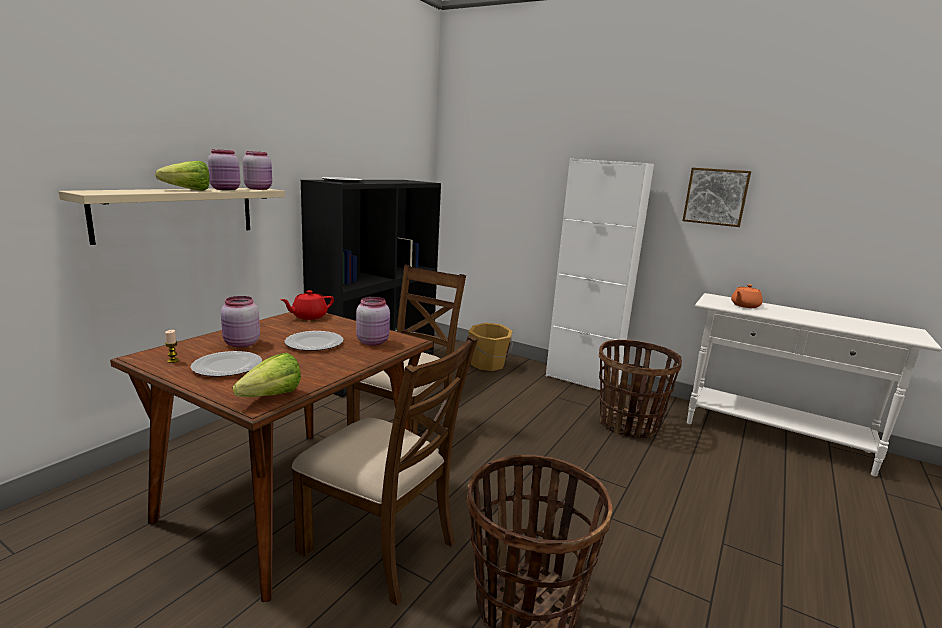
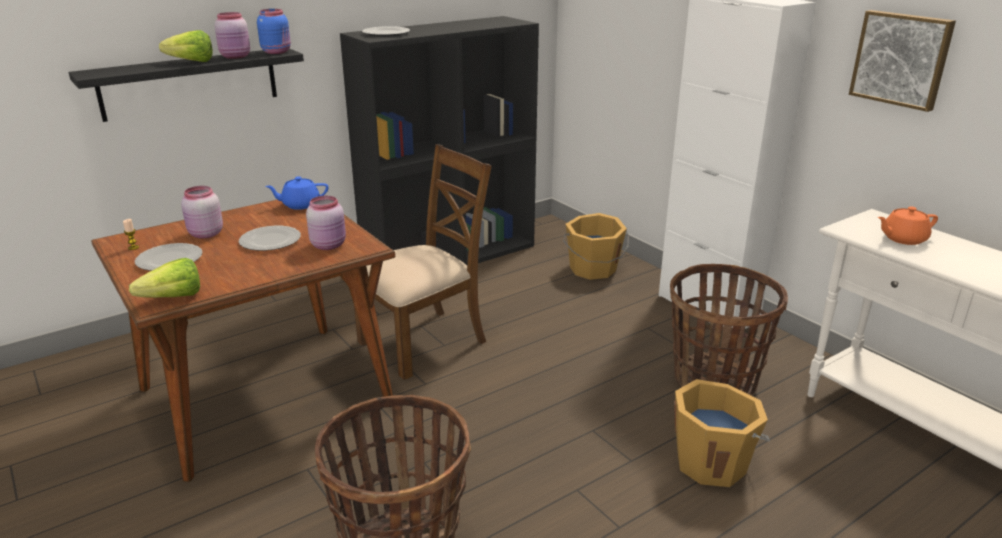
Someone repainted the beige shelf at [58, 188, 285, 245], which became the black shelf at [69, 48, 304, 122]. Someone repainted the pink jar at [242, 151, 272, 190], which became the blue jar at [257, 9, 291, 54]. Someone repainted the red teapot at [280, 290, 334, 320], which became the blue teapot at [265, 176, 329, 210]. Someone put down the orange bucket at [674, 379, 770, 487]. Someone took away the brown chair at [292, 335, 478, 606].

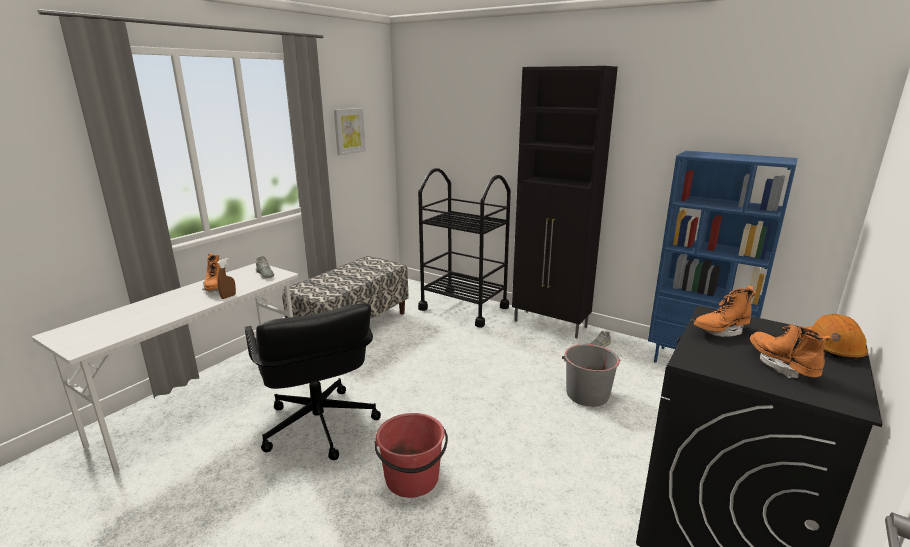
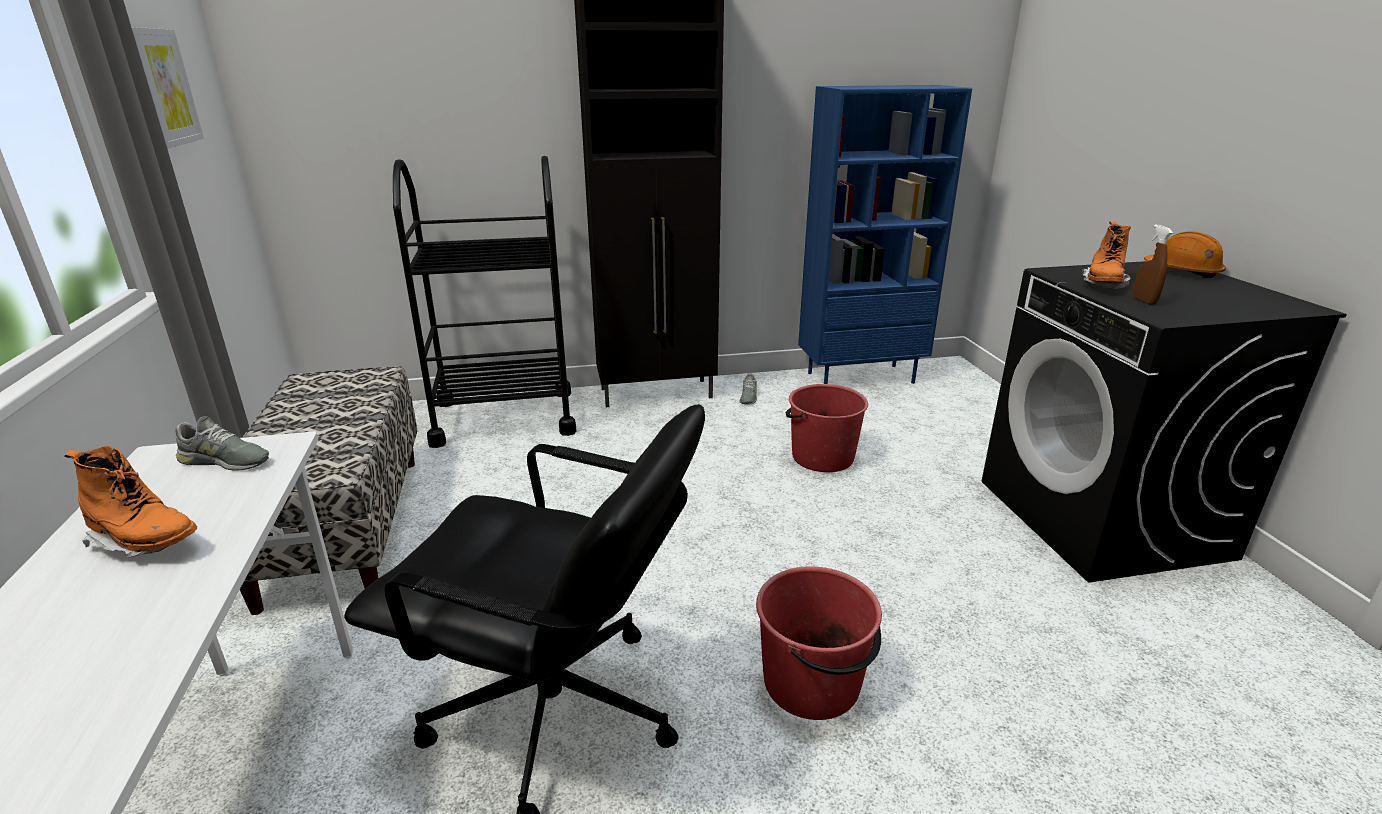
Someone repainted the grey bucket at [562, 344, 620, 407], which became the red bucket at [786, 384, 868, 472]. Someone carried the brown spray bottle from [217, 258, 236, 299] to [1132, 224, 1173, 305]. Someone took away the orange boot at [750, 324, 831, 378].

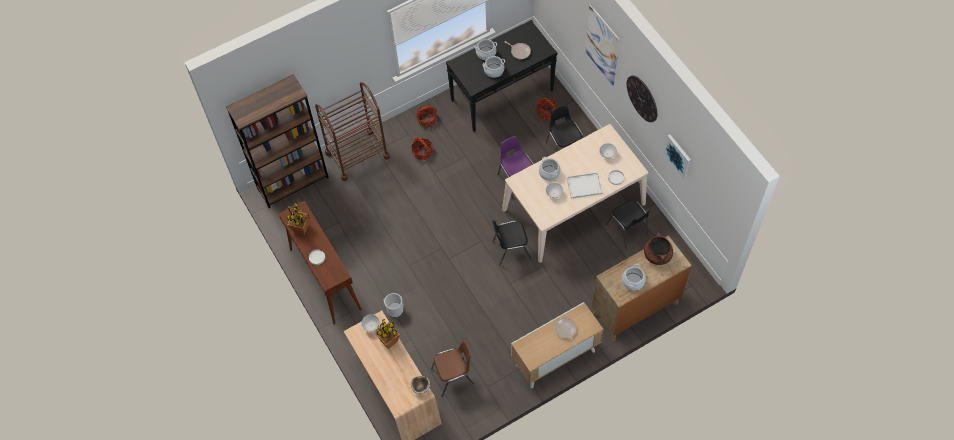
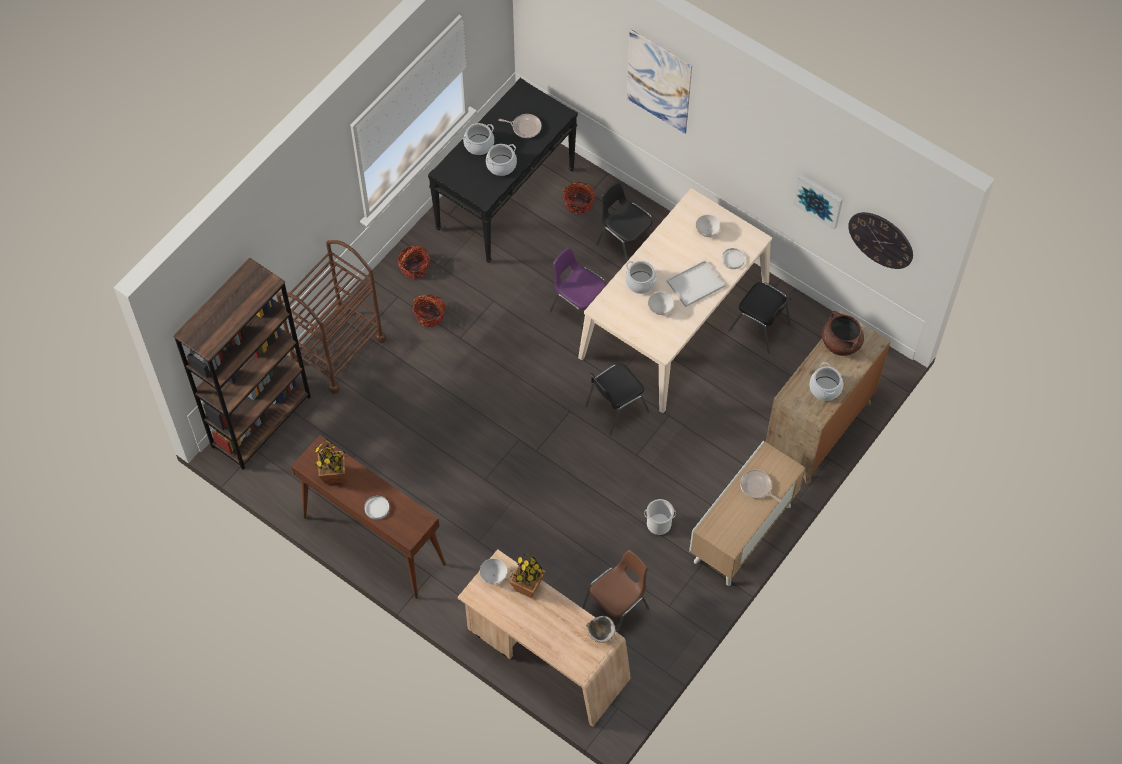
Someone carried the bucket from [384, 293, 404, 317] to [644, 499, 676, 535]. Someone carried the wall clock from [627, 76, 657, 122] to [848, 212, 913, 269].

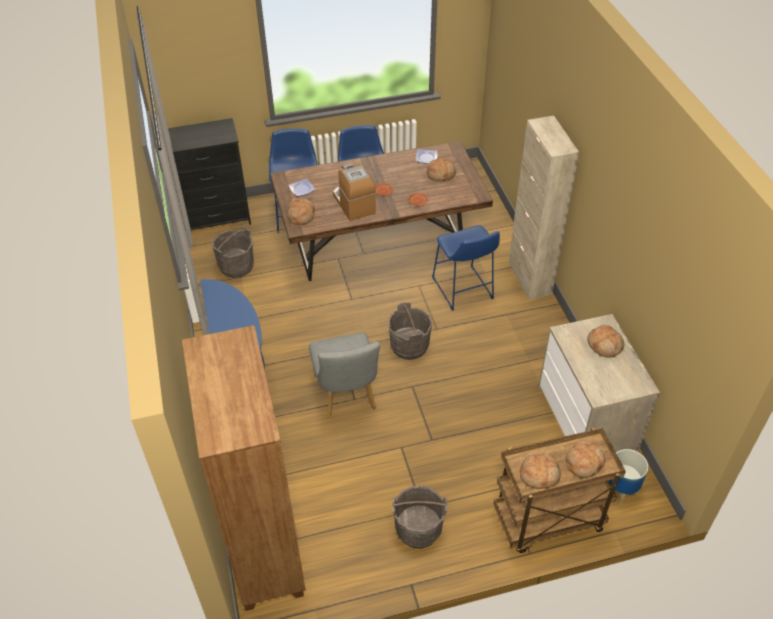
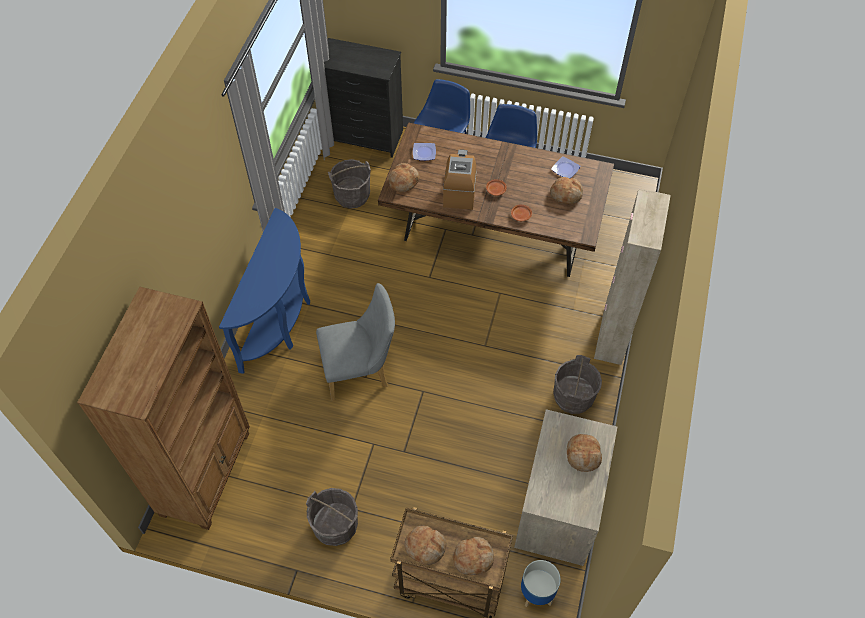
Someone rotated the grey chair at [309, 332, 380, 418] by 120 degrees counterclockwise. Someone carried the grey bucket from [388, 302, 432, 360] to [553, 355, 602, 414]. Someone took away the blue stool at [432, 226, 500, 311].

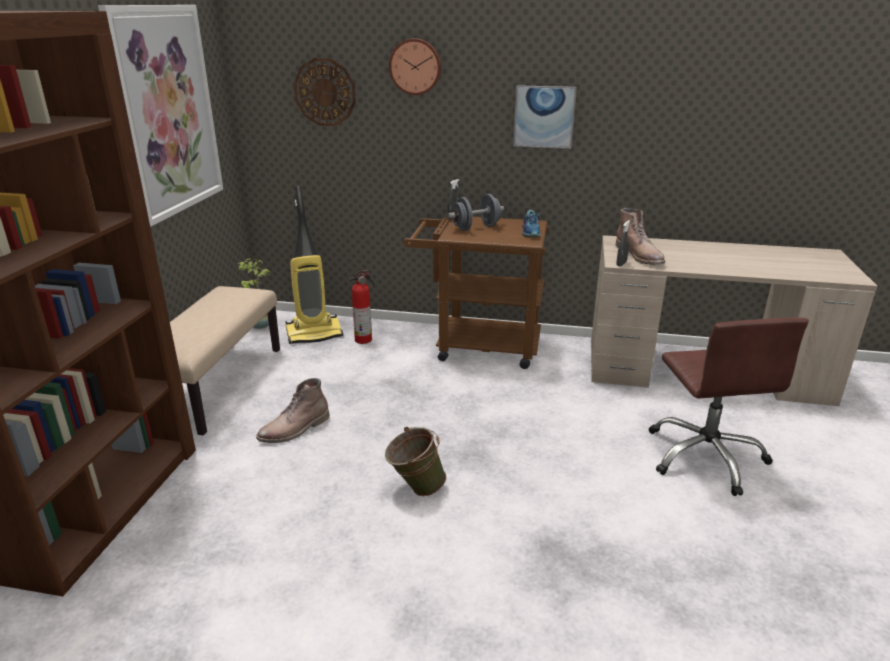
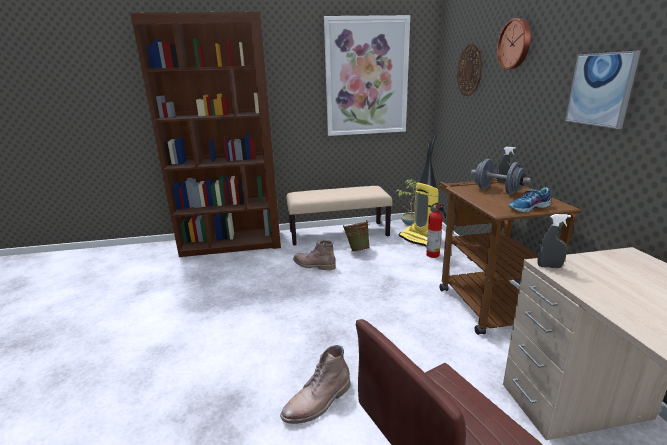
Someone carried the brown boot from [616, 208, 665, 265] to [280, 345, 351, 424]. Someone carried the green bucket from [385, 427, 446, 496] to [343, 220, 370, 252].

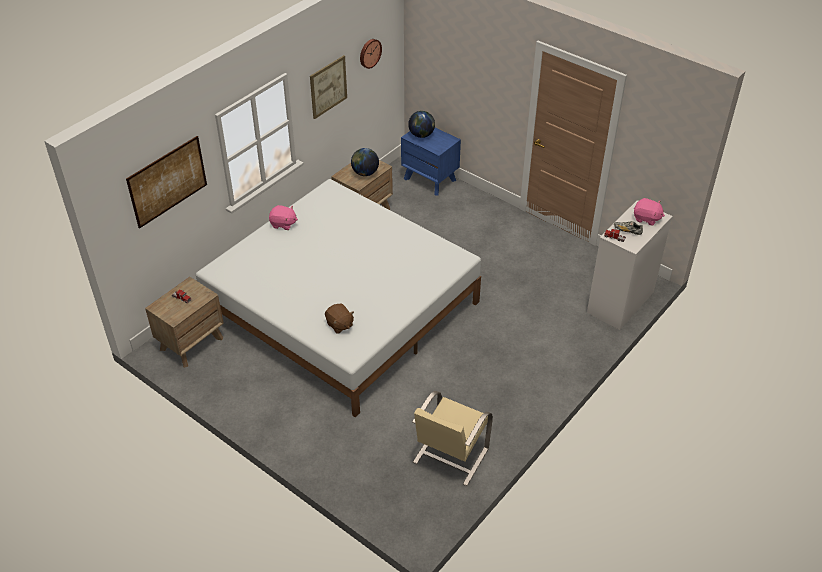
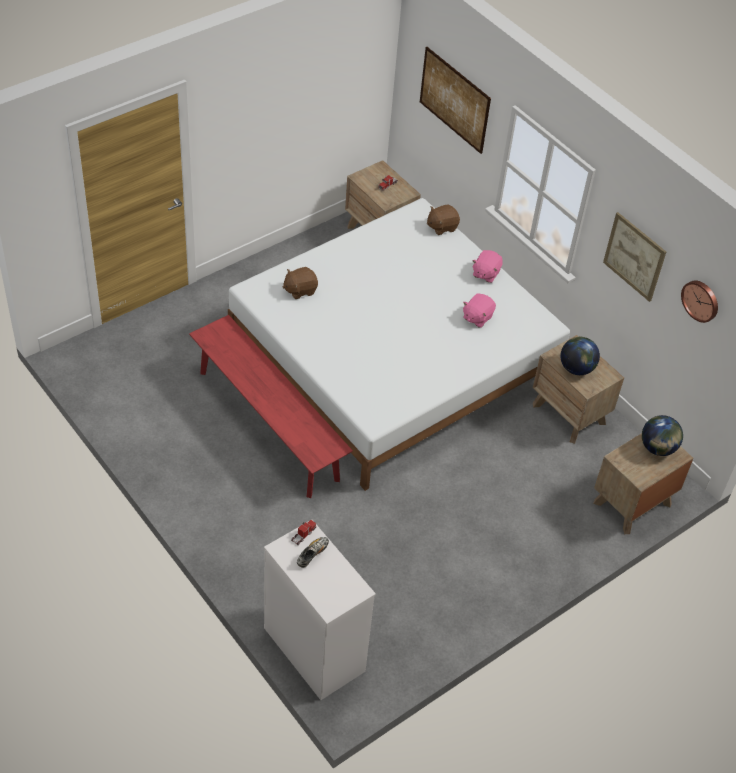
Someone put down the red bench at [189, 315, 353, 498]. Someone put down the brown plush toy at [427, 205, 460, 235]. Someone carried the pink plush toy from [634, 198, 665, 226] to [463, 293, 496, 328]. Someone repainted the blue nightstand at [401, 128, 461, 196], which became the brown nightstand at [593, 433, 694, 534]. Someone took away the beige chair at [412, 391, 493, 486].

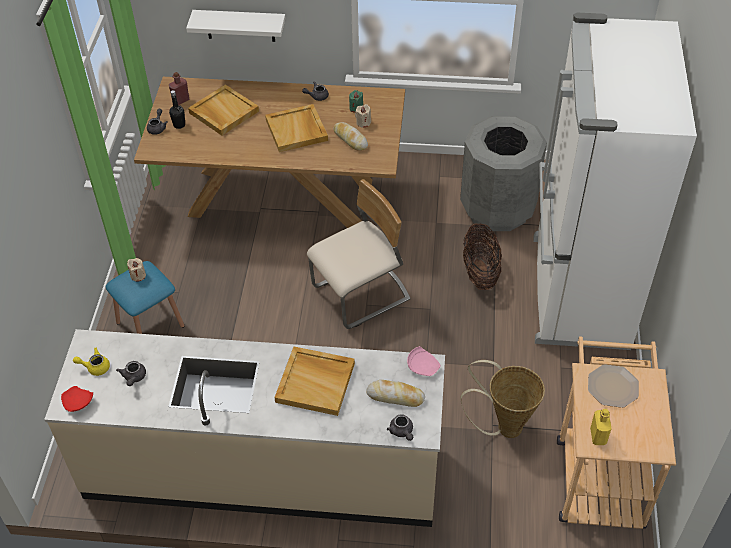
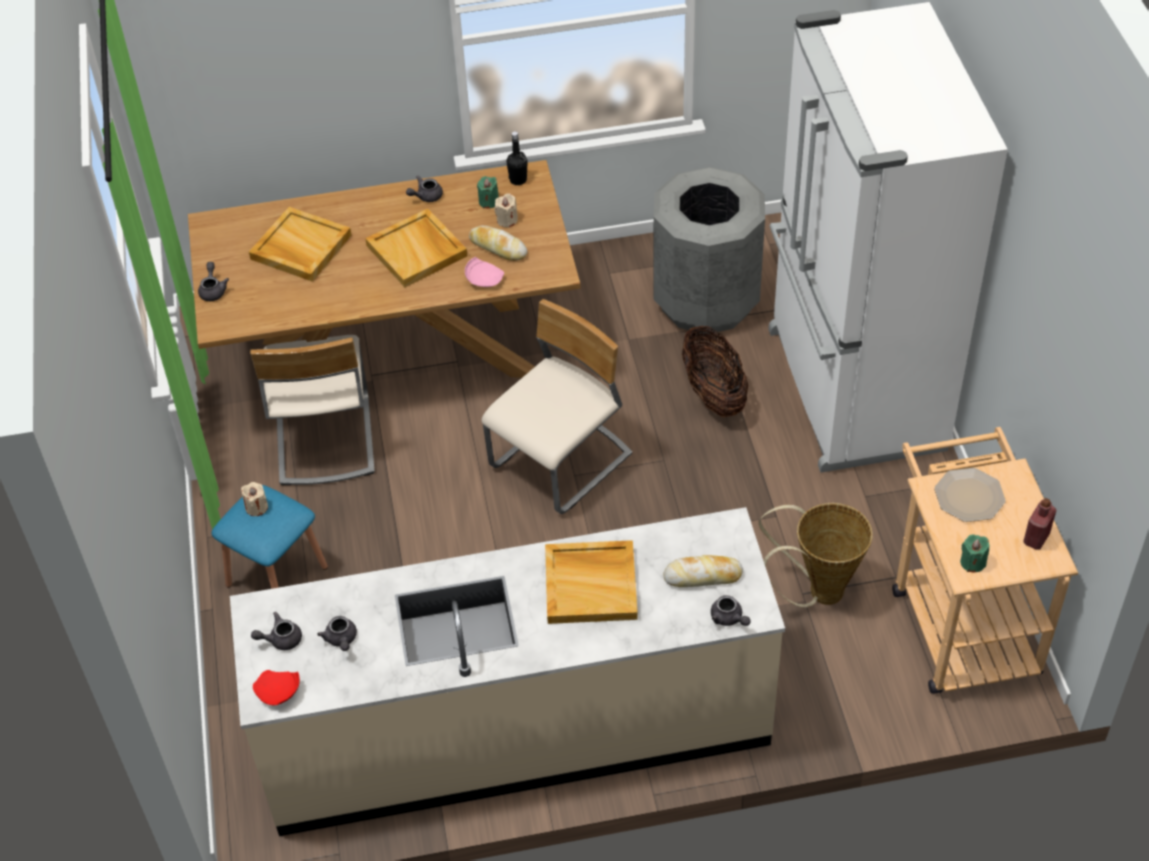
Someone put down the beige chair at [250, 335, 375, 485]. Someone repainted the yellow teapot at [73, 348, 110, 376], which became the grey teapot at [251, 612, 302, 650]. Someone carried the pink plate from [407, 346, 440, 376] to [465, 257, 504, 287]. Someone carried the black bottle from [169, 90, 185, 129] to [506, 131, 528, 185]. Someone swapped the yellow bottle at [590, 409, 612, 445] for the green candle at [960, 535, 989, 572]. Someone carried the red bottle from [169, 72, 189, 105] to [1023, 498, 1056, 550]. Someone took away the white shelf at [186, 10, 286, 42].

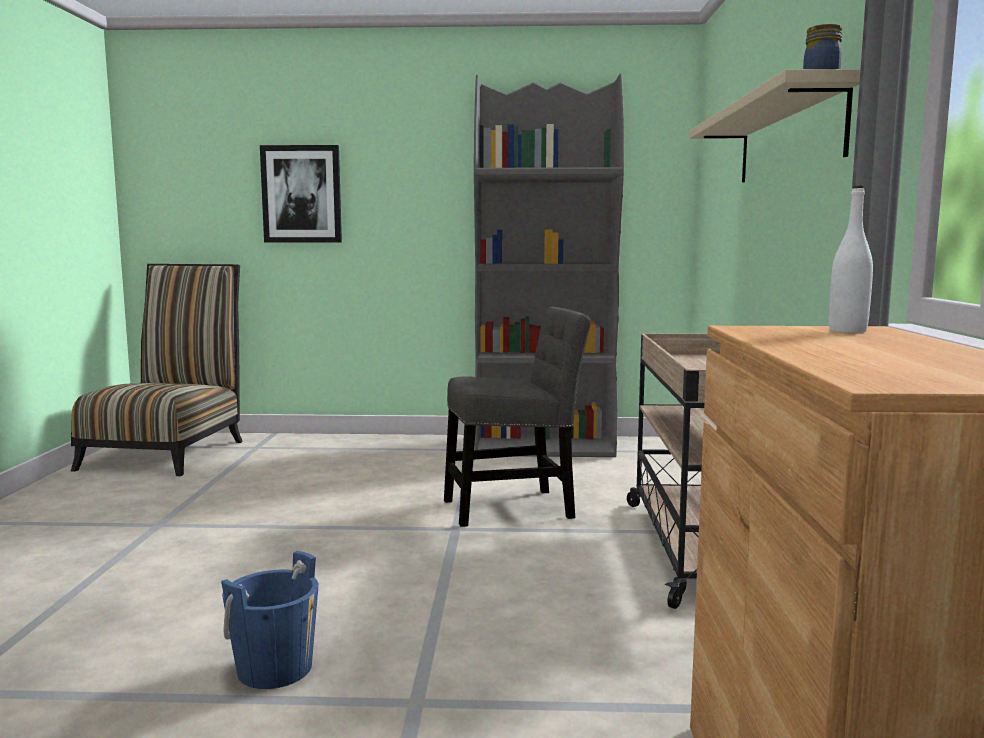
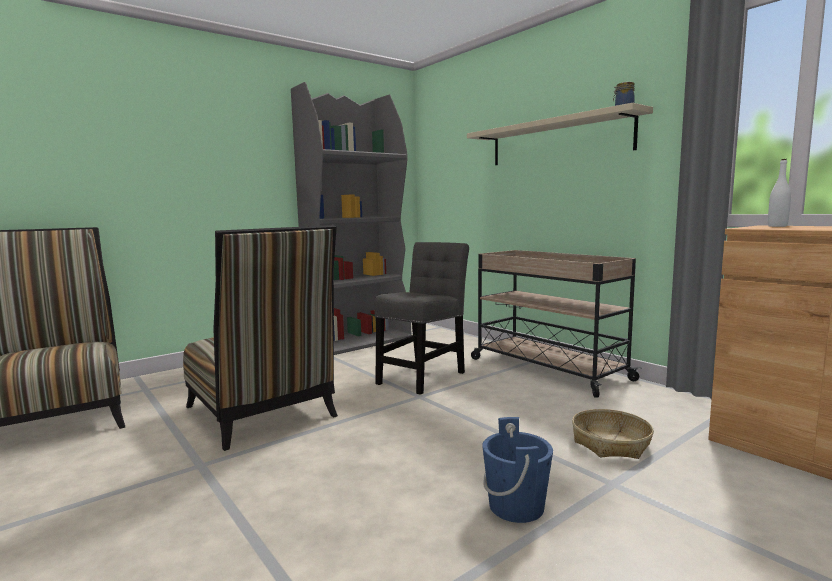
Someone put down the chair at [183, 225, 338, 451]. Someone put down the basket at [572, 409, 654, 459]. Someone took away the picture at [260, 145, 342, 243].

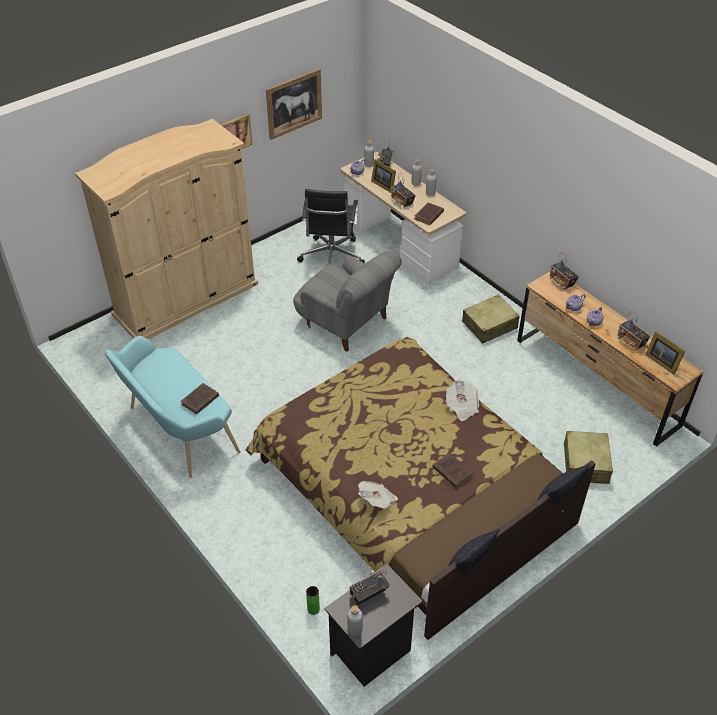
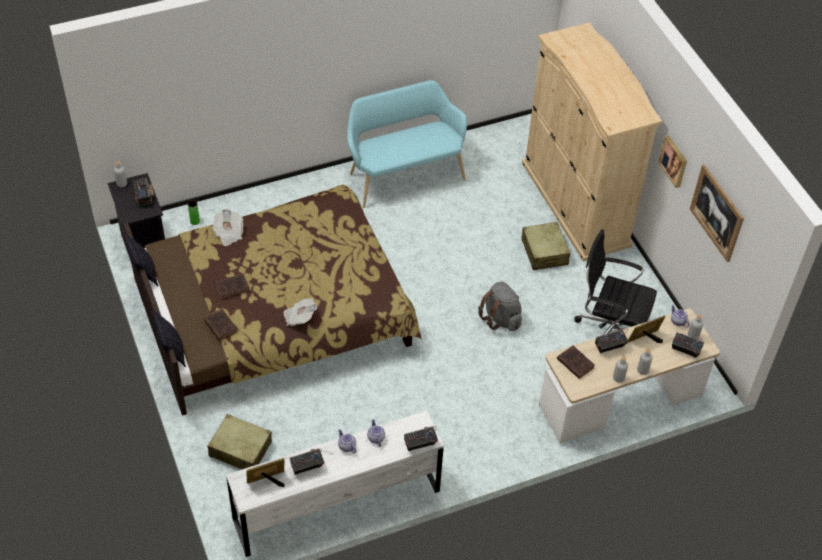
Someone carried the brown book from [181, 383, 219, 415] to [204, 309, 238, 341]. Someone repainted the brown dresser at [517, 272, 704, 447], which became the white dresser at [226, 410, 444, 557]. Someone swapped the grey armchair at [293, 251, 402, 352] for the grey backpack at [478, 281, 522, 331]. Someone carried the beige suitcase from [462, 294, 519, 344] to [521, 222, 570, 270].

